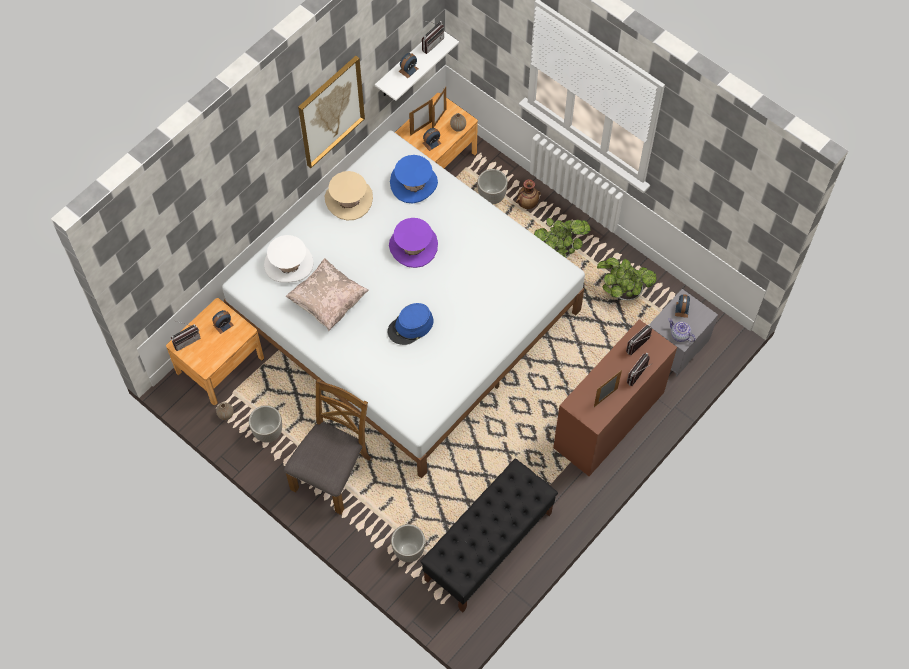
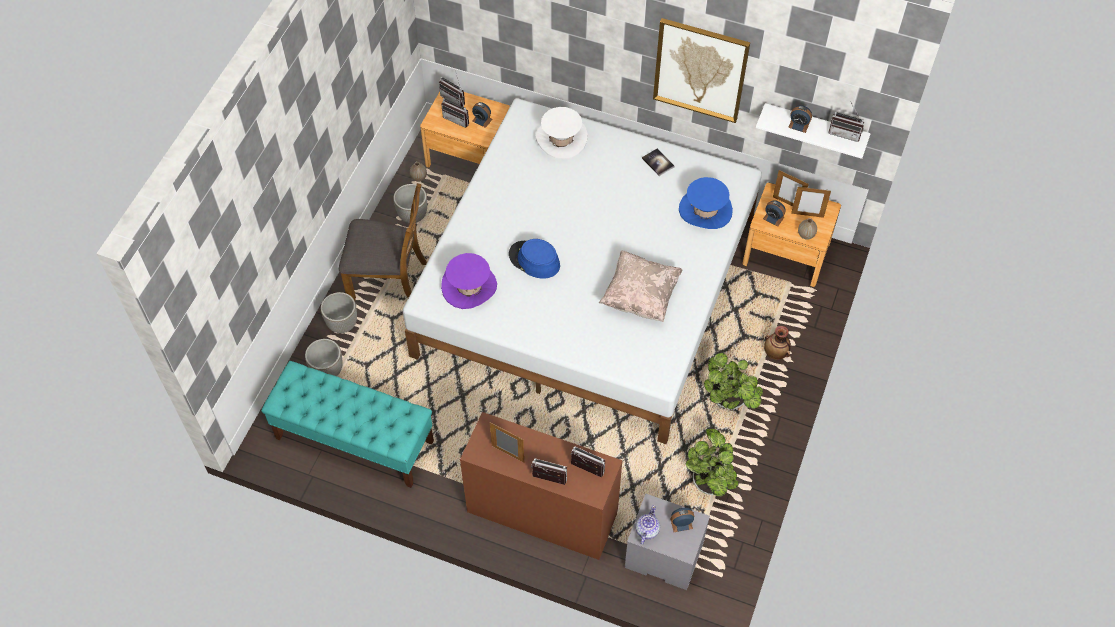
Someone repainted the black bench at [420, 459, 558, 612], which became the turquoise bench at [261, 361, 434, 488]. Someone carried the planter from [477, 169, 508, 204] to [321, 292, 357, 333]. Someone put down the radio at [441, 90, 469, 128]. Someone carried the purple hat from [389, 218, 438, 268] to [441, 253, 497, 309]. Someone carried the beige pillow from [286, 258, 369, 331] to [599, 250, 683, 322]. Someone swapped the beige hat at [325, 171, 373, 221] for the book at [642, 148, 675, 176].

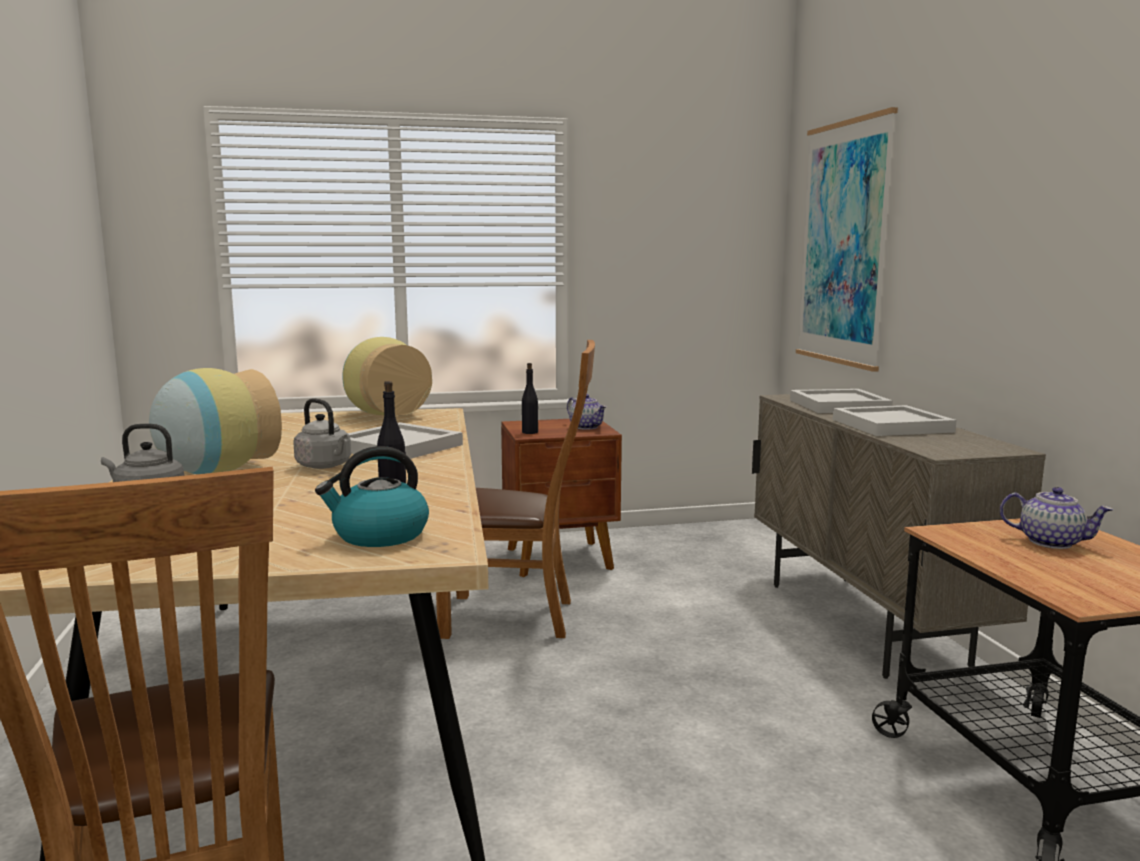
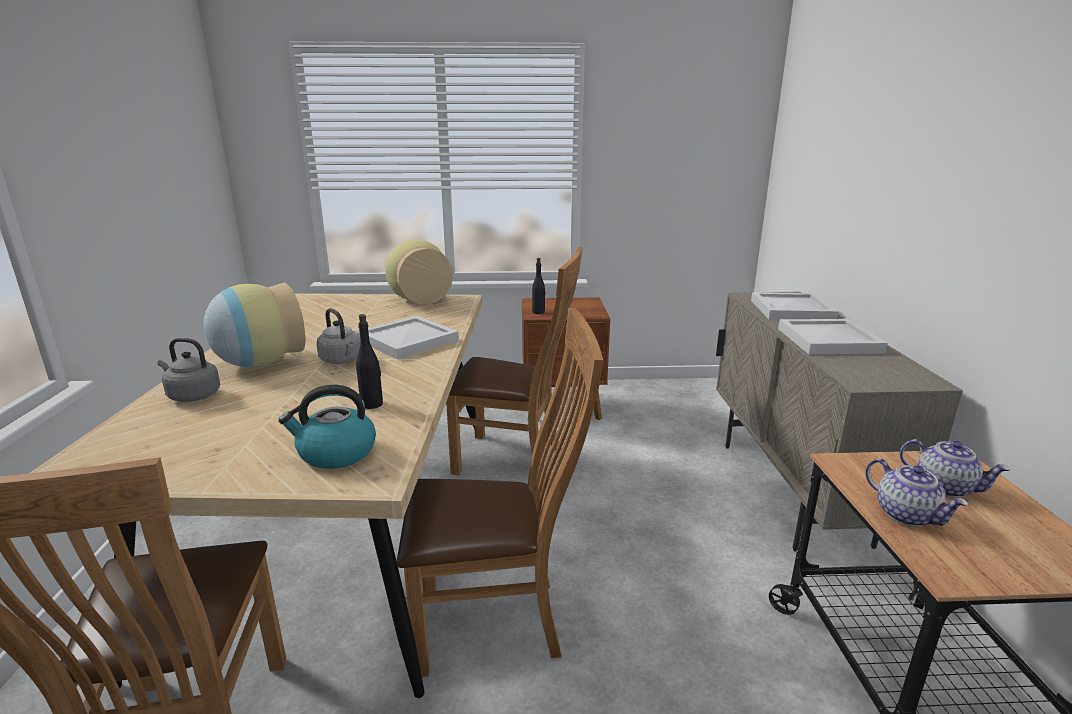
Someone put down the brown chair at [397, 308, 603, 677]. Someone carried the teapot from [567, 394, 607, 430] to [865, 458, 969, 527]. Someone took away the picture at [796, 107, 898, 372].

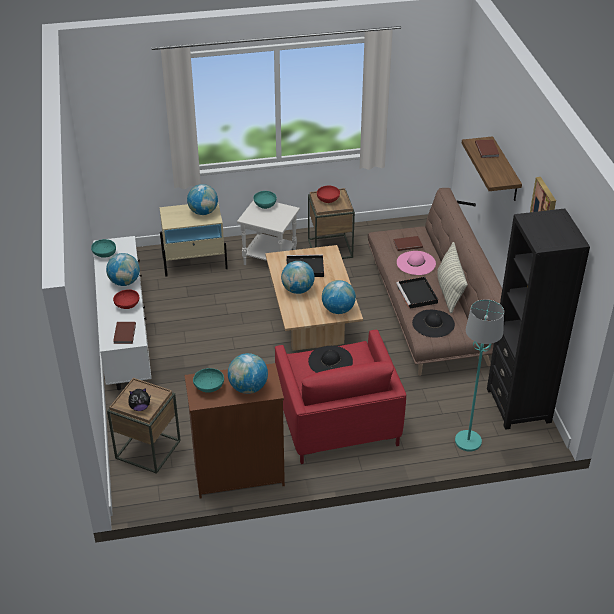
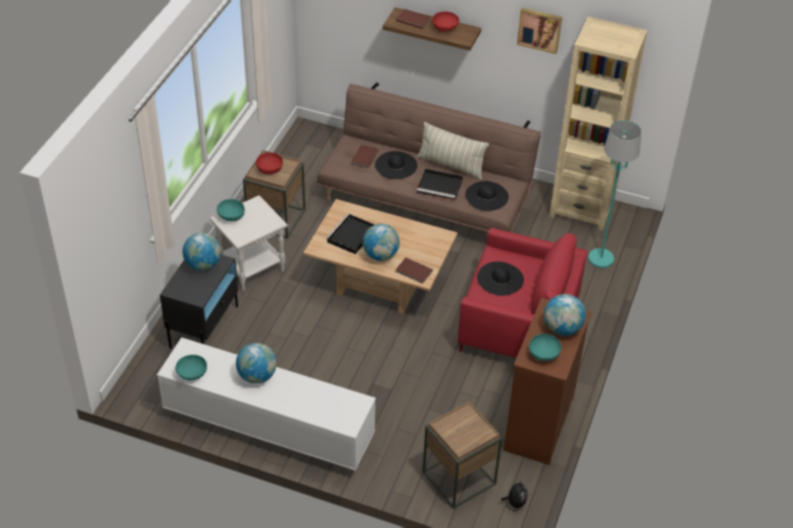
Someone repainted the beige nightstand at [159, 204, 228, 277], which became the black nightstand at [160, 254, 238, 349]. Someone repainted the pink hat at [397, 251, 436, 275], which became the black hat at [375, 151, 417, 179]. Someone carried the brown book from [113, 322, 136, 344] to [396, 258, 433, 284]. Someone carried the red bowl from [113, 289, 139, 309] to [432, 11, 459, 32]. Someone carried the plush toy from [128, 388, 151, 411] to [501, 480, 528, 508]. Someone repainted the black bookcase at [487, 208, 590, 430], which became the beige bookcase at [549, 17, 647, 231]. Someone took away the globe at [322, 280, 356, 314].

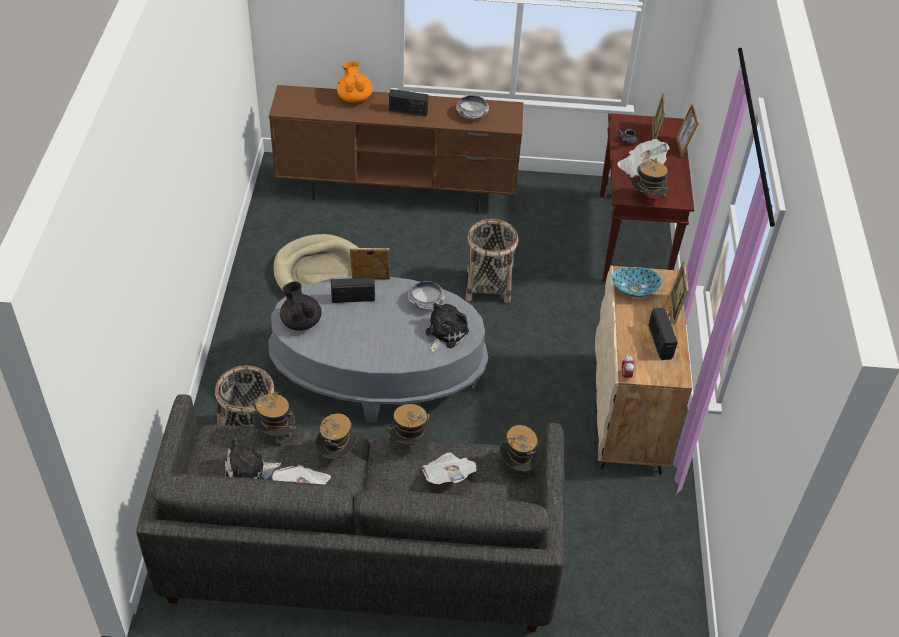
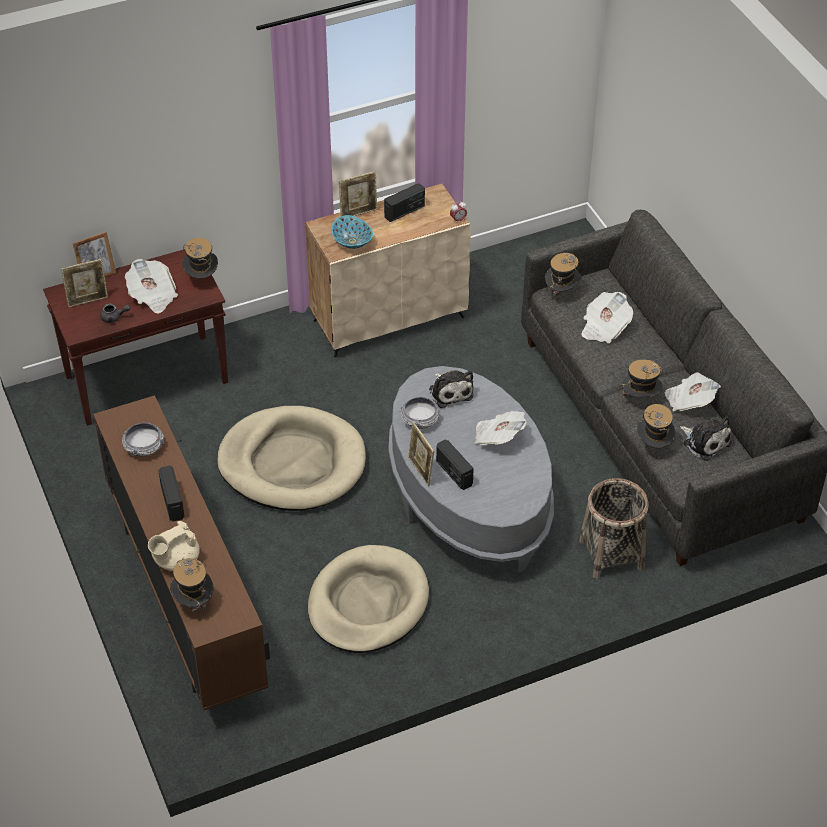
Someone repainted the orange teapot at [337, 61, 373, 103], which became the beige teapot at [148, 521, 199, 571]. Someone carried the hat from [387, 404, 432, 449] to [170, 558, 214, 615]. Someone swapped the basket at [465, 219, 518, 304] for the beige dog bed at [217, 406, 366, 511]. Someone rotated the plush toy at [425, 303, 469, 353] by 120 degrees counterclockwise. Someone put down the newspaper at [475, 411, 526, 445]. Someone took away the black teapot at [280, 281, 322, 331].

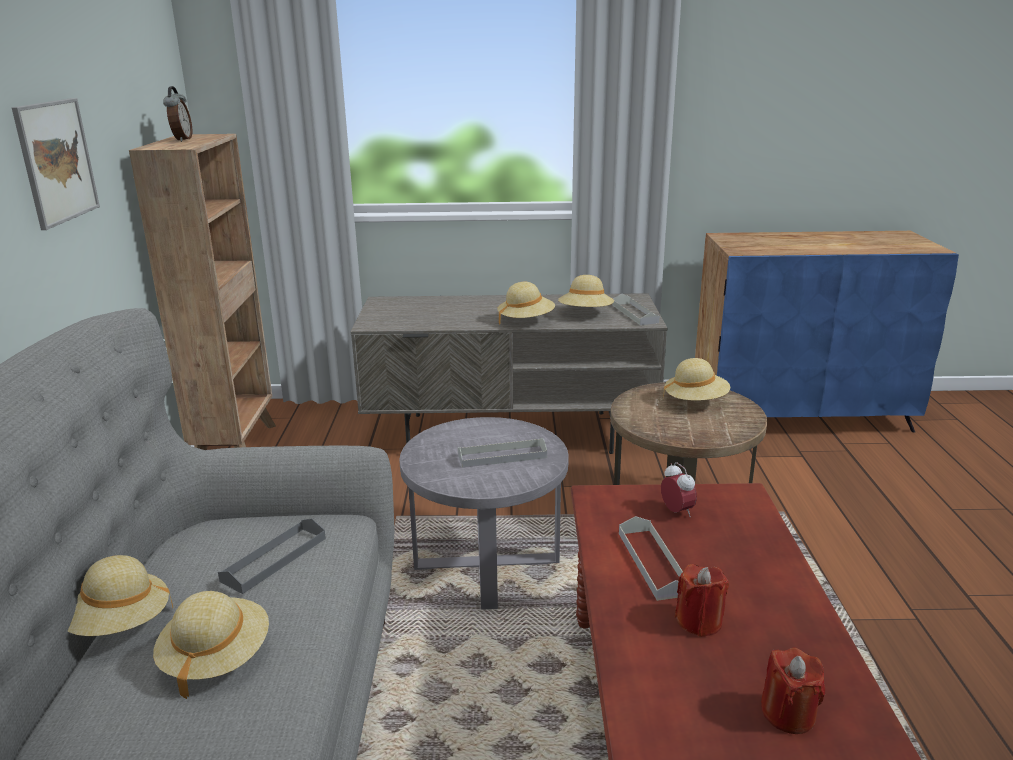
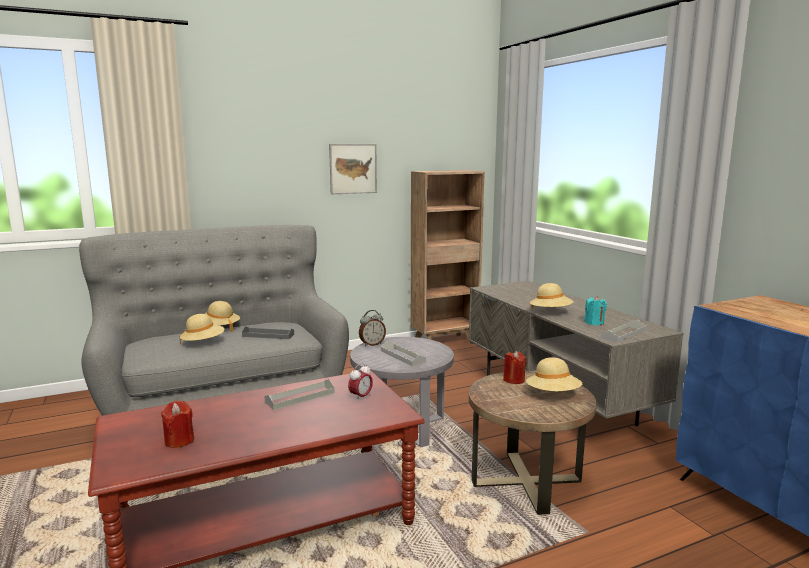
Someone carried the alarm clock from [163, 86, 192, 142] to [359, 310, 386, 347]. Someone carried the red candle from [675, 564, 729, 637] to [503, 351, 527, 384]. Someone swapped the beige hat at [558, 275, 614, 307] for the turquoise candle at [584, 296, 607, 325].

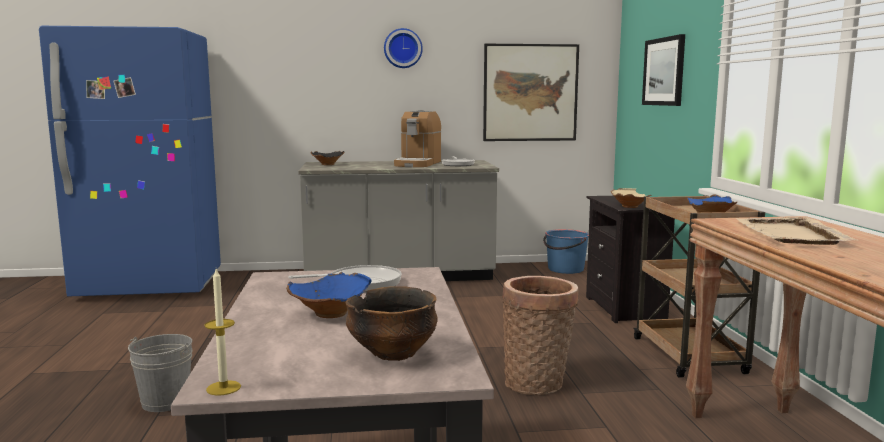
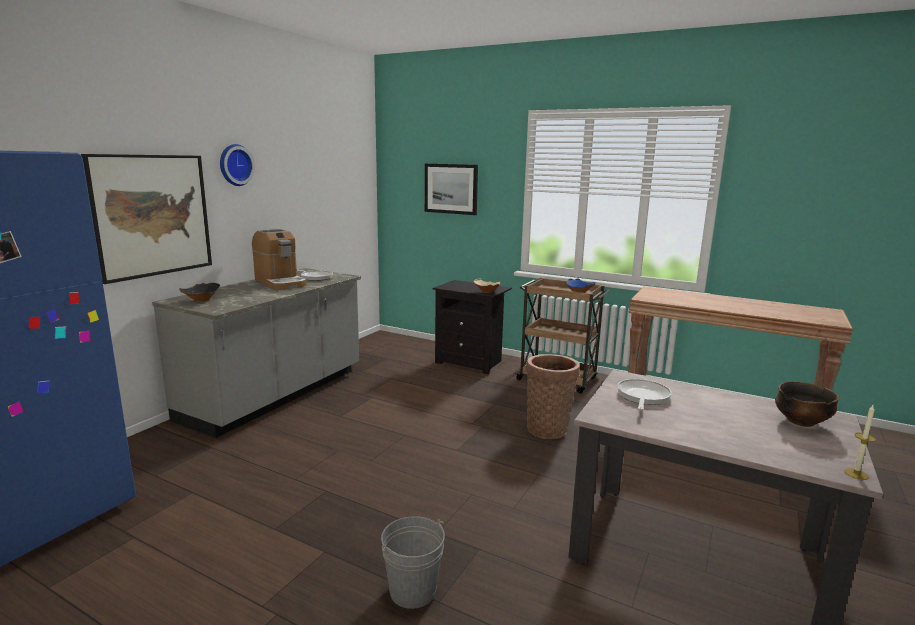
Someone carried the picture from [483, 44, 579, 141] to [81, 154, 212, 284]. Someone took away the blue bowl at [286, 272, 372, 318]. Someone took away the blue bucket at [543, 229, 589, 274]. Someone took away the beige tray at [735, 217, 857, 245].

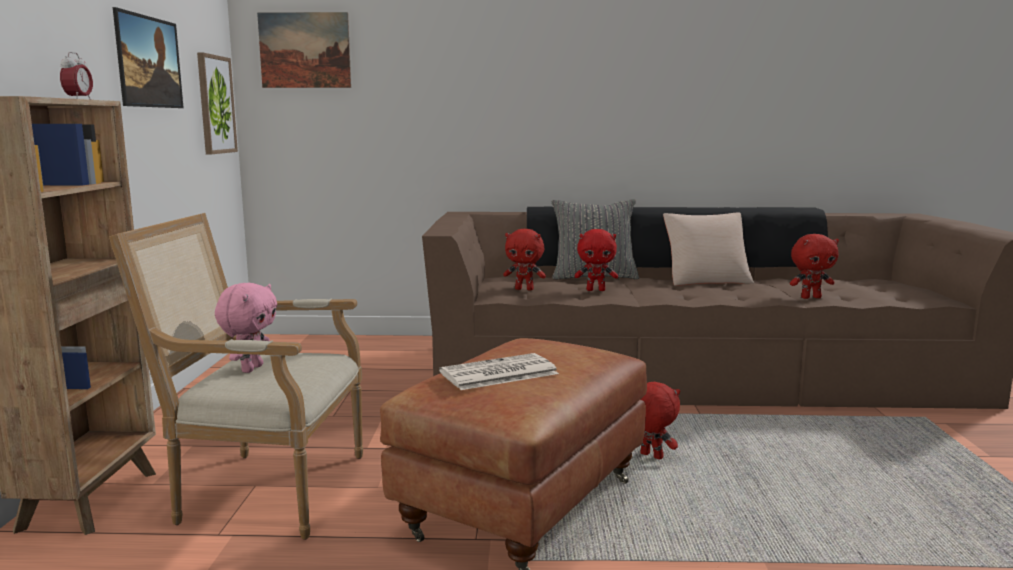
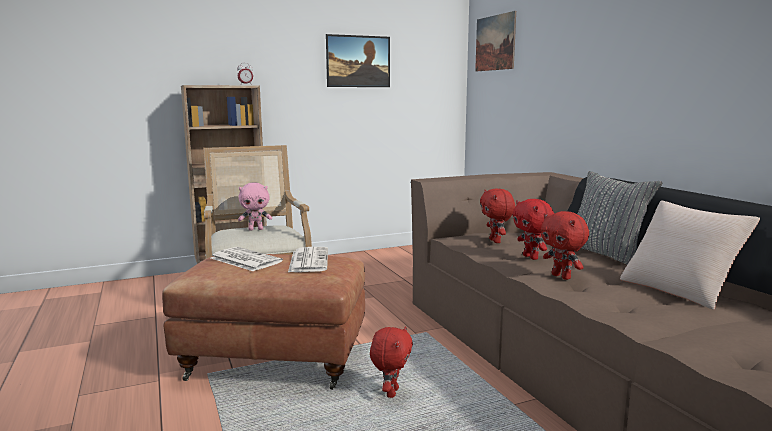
Someone put down the newspaper at [288, 247, 328, 272]. Someone carried the red plush toy from [790, 234, 839, 299] to [541, 211, 589, 280]. Someone took away the picture at [197, 52, 238, 154].

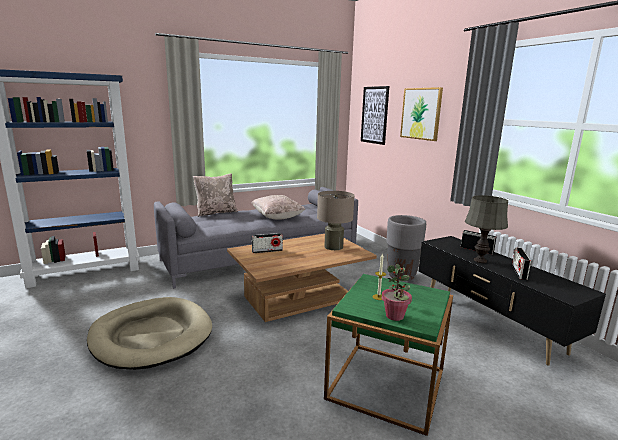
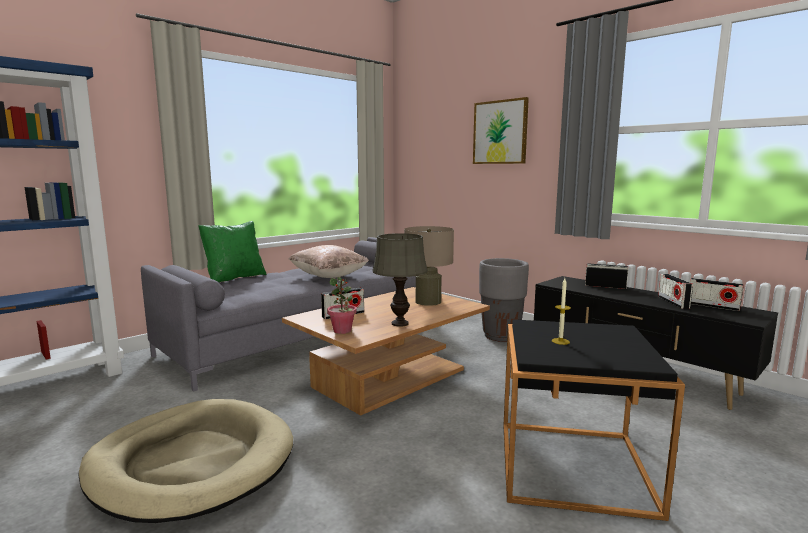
Someone repainted the beige pillow at [193, 173, 238, 217], which became the green pillow at [198, 221, 266, 282]. Someone carried the potted plant from [382, 264, 412, 321] to [327, 277, 357, 334]. Someone carried the grey table lamp from [465, 195, 508, 263] to [372, 233, 428, 327]. Someone repainted the green side table at [324, 274, 453, 436], which became the black side table at [503, 319, 685, 521]. Someone put down the radio at [690, 278, 744, 311]. Someone took away the picture at [361, 86, 389, 145].

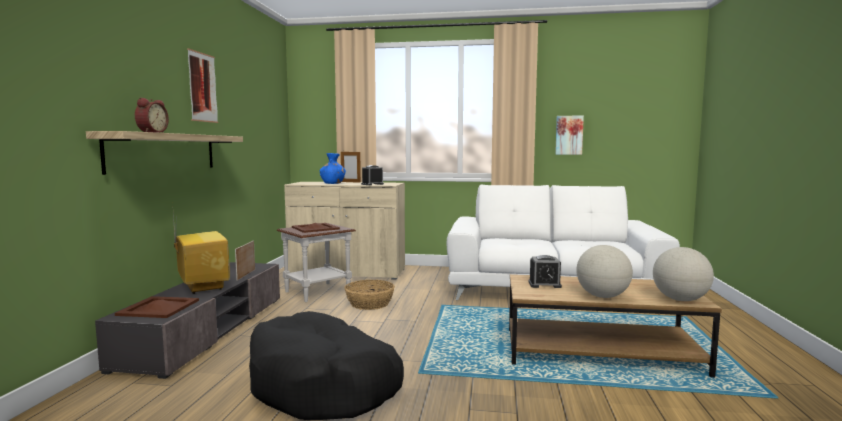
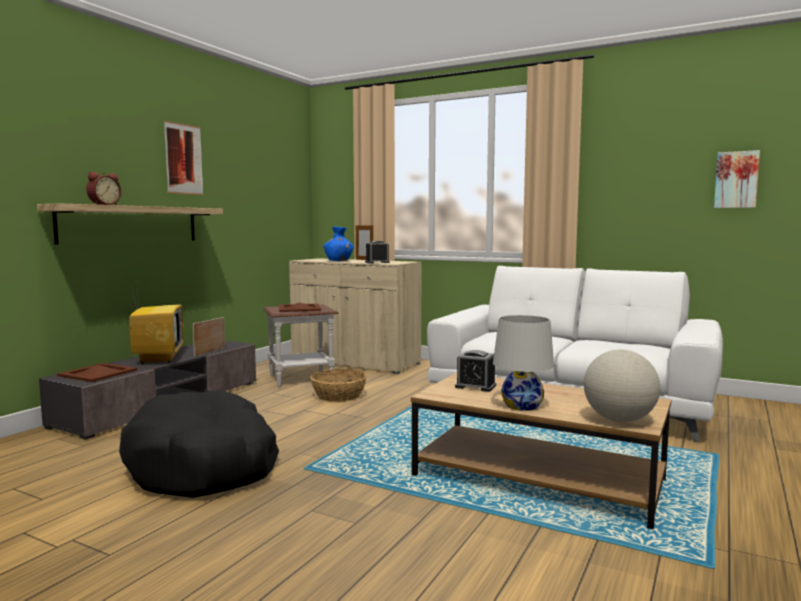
Someone swapped the globe at [576, 245, 633, 298] for the white table lamp at [493, 315, 554, 411]. Someone carried the picture from [555, 116, 584, 155] to [714, 150, 760, 208].

